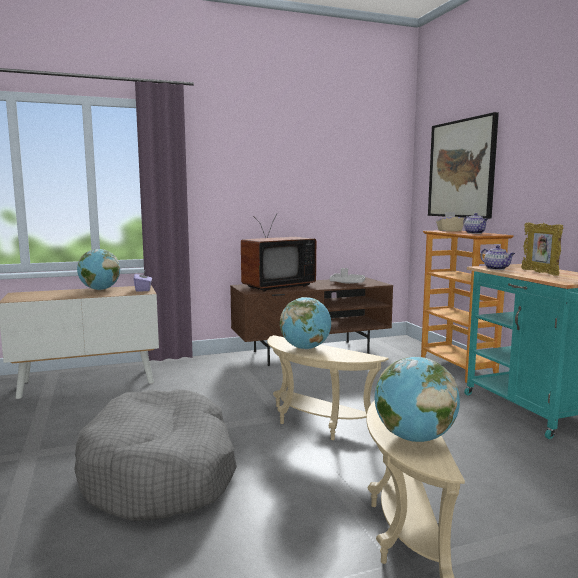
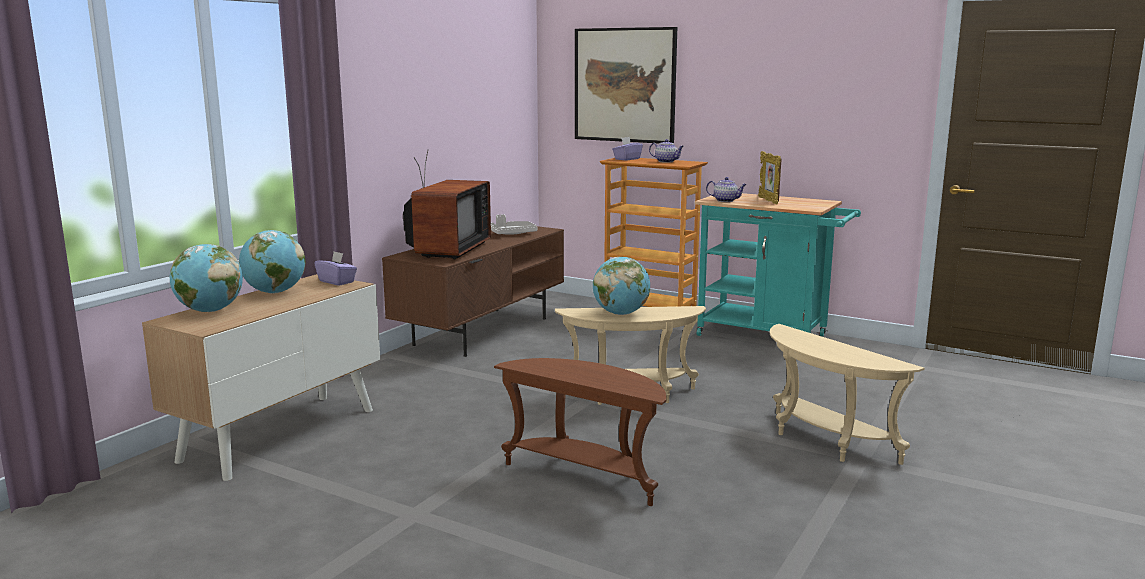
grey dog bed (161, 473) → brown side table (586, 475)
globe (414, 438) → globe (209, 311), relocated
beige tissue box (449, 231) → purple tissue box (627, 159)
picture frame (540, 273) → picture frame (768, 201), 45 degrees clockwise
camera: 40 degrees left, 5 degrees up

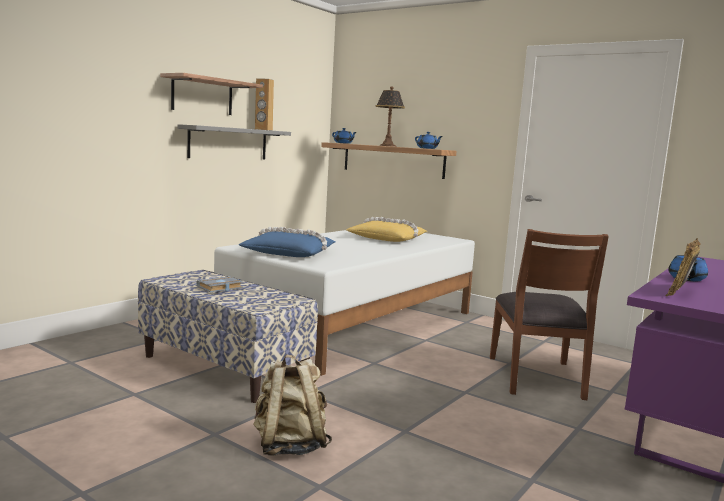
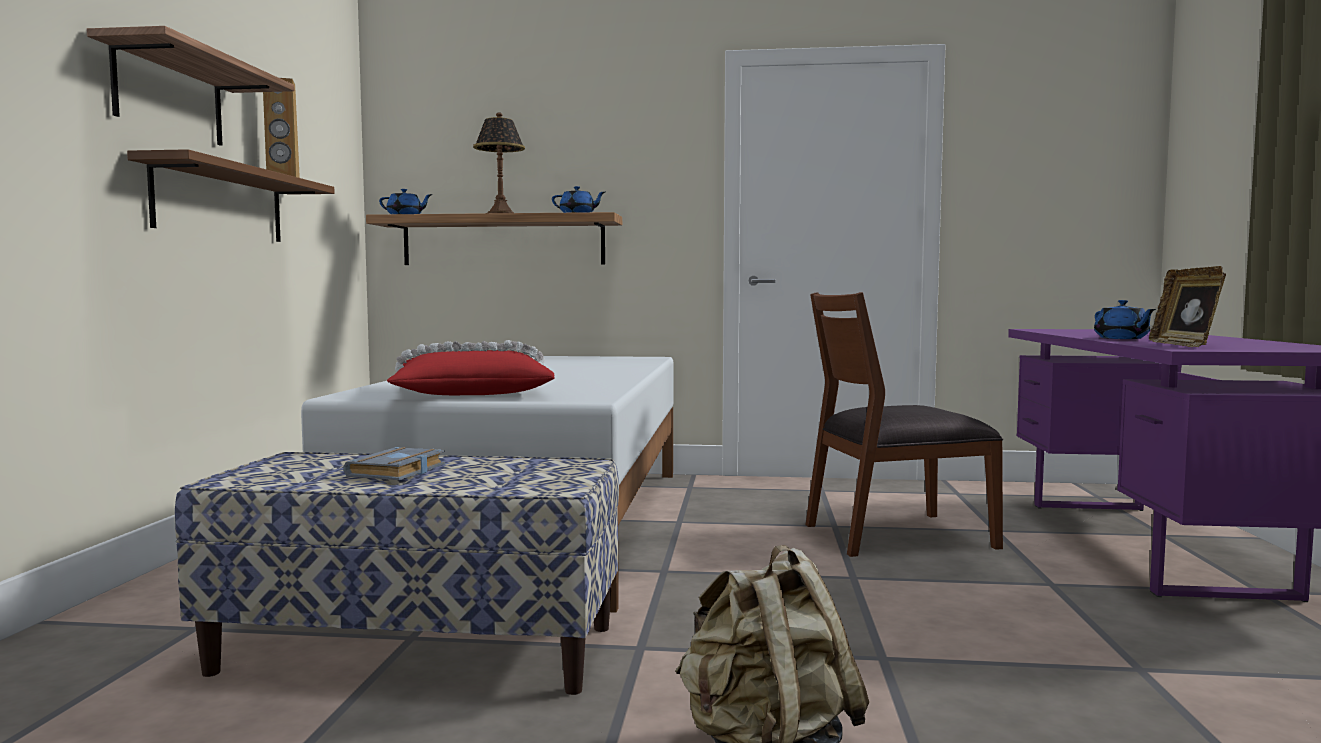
grey shelf (228, 143) → brown shelf (220, 203)
blue pillow (289, 253) → red pillow (471, 392)
yellow pillow (387, 238) → -
brown chair (537, 377) → brown chair (896, 535), 105 degrees clockwise
camera: 30 degrees left, 5 degrees down

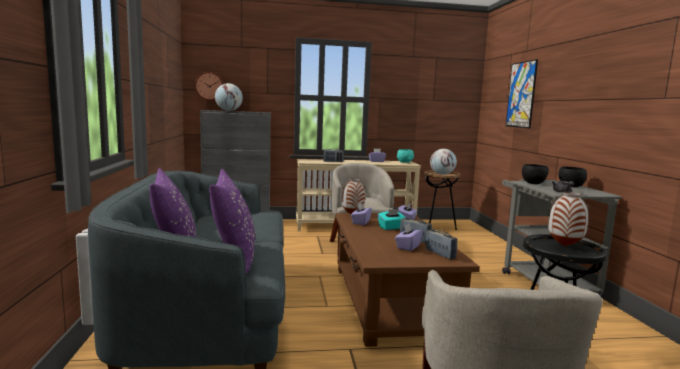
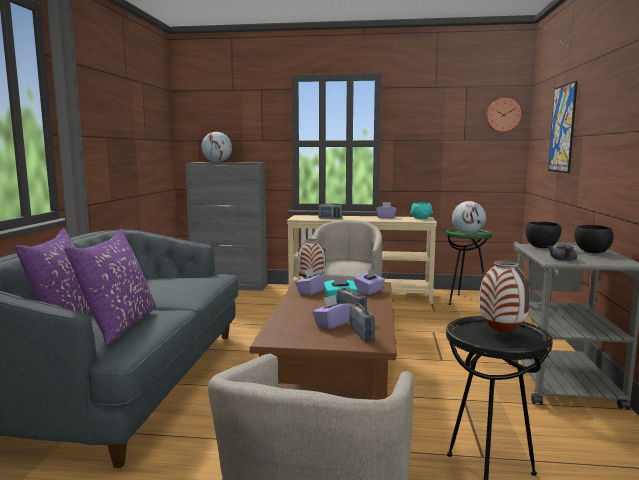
wall clock (209, 86) → wall clock (503, 115), relocated
brown side table (437, 227) → green side table (465, 301)
camera: 15 degrees right, 0 degrees up

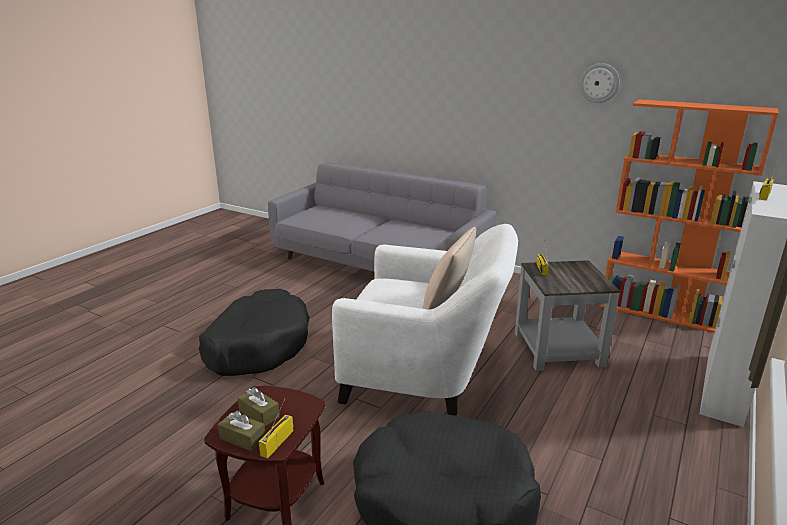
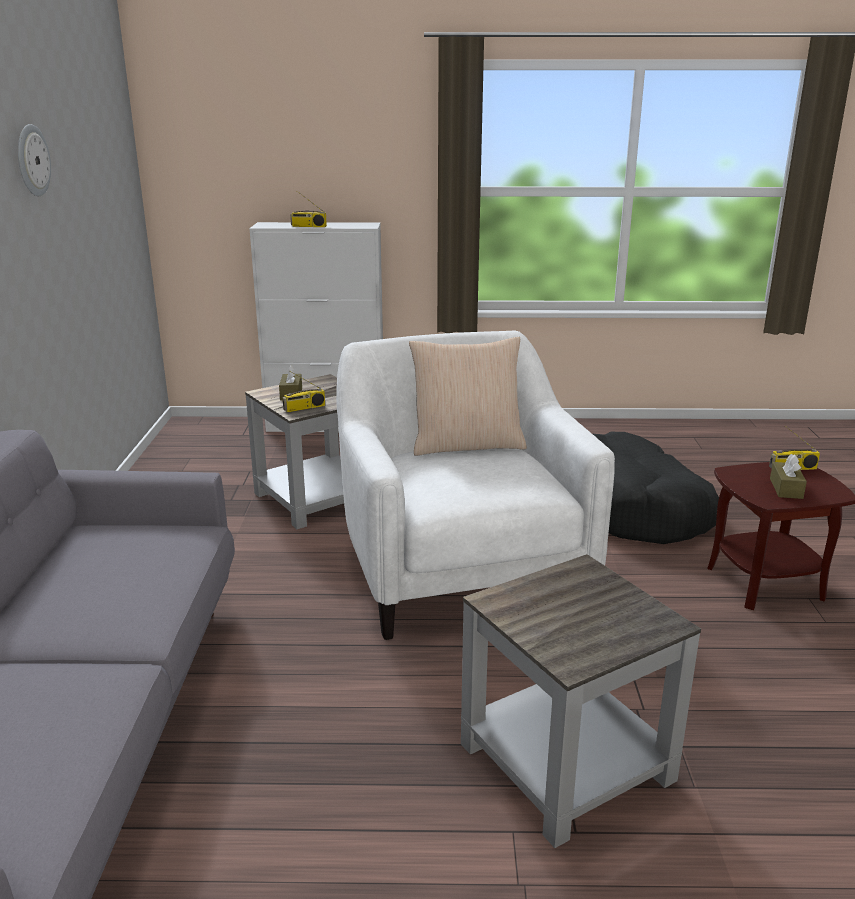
black dog bed (257, 345) → grey side table (566, 759)
brown tissue box (242, 438) → brown tissue box (291, 394), relocated
orange bookcase (660, 313) → -
camera: 120 degrees left, 0 degrees up

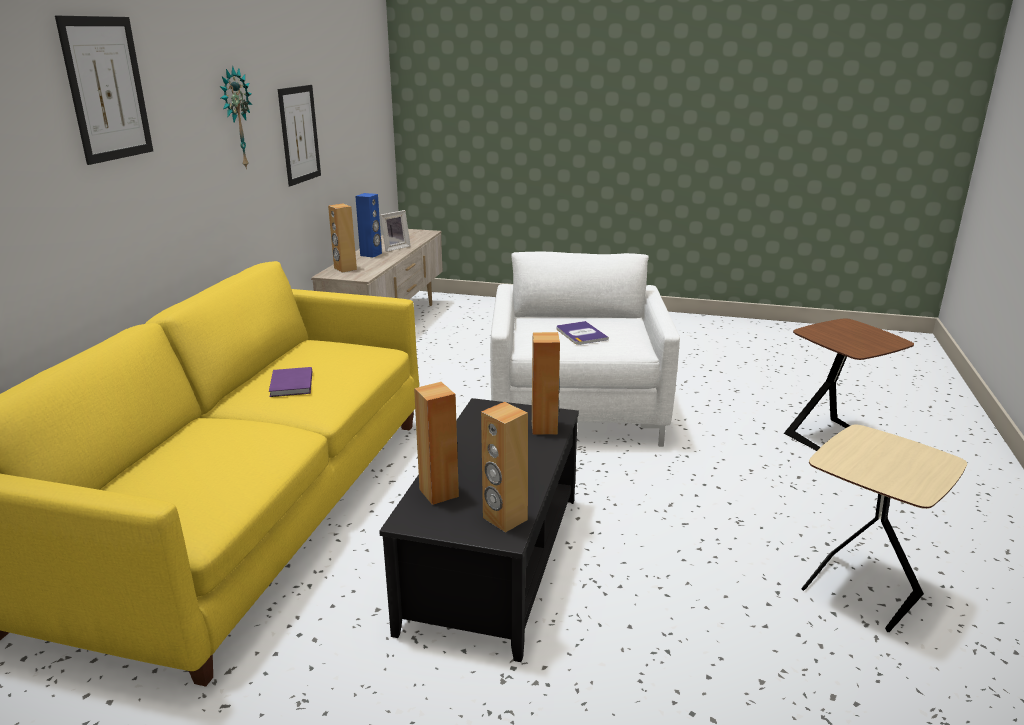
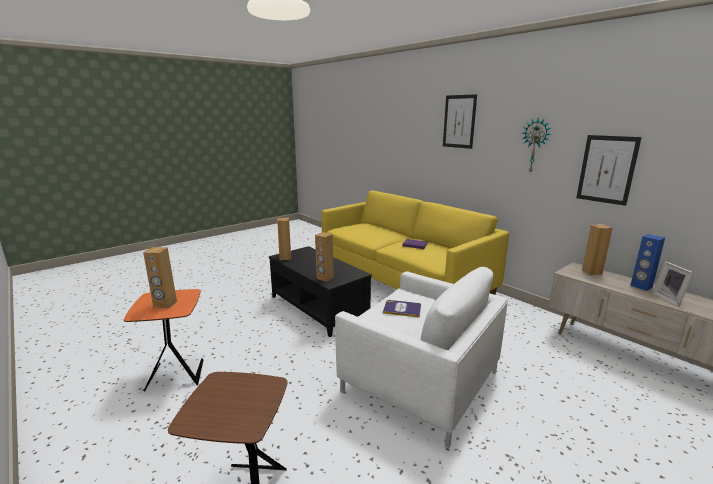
brown speaker (439, 492) → brown speaker (165, 304), relocated
beige side table (859, 593) → orange side table (176, 373)
camera: 125 degrees right, 5 degrees down

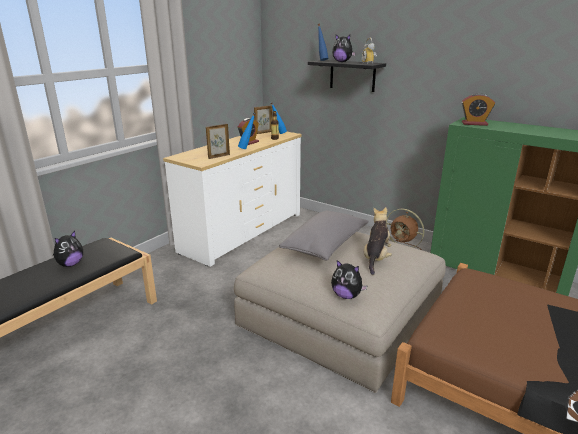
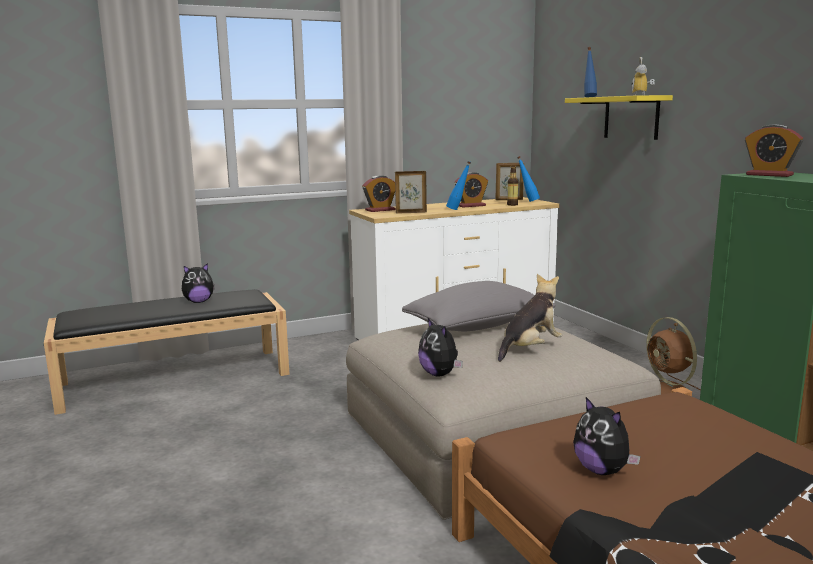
black shelf (352, 75) → yellow shelf (631, 117)
plush toy (342, 62) → plush toy (602, 470), relocated
- → alarm clock (380, 210)
camera: 30 degrees right, 10 degrees down

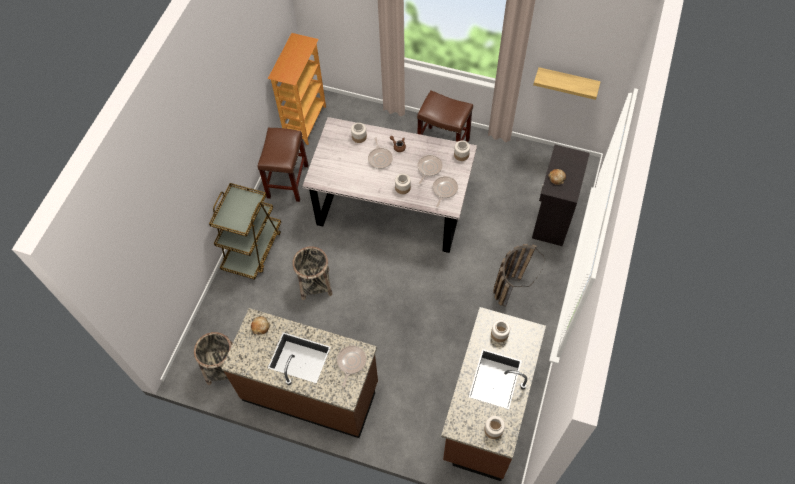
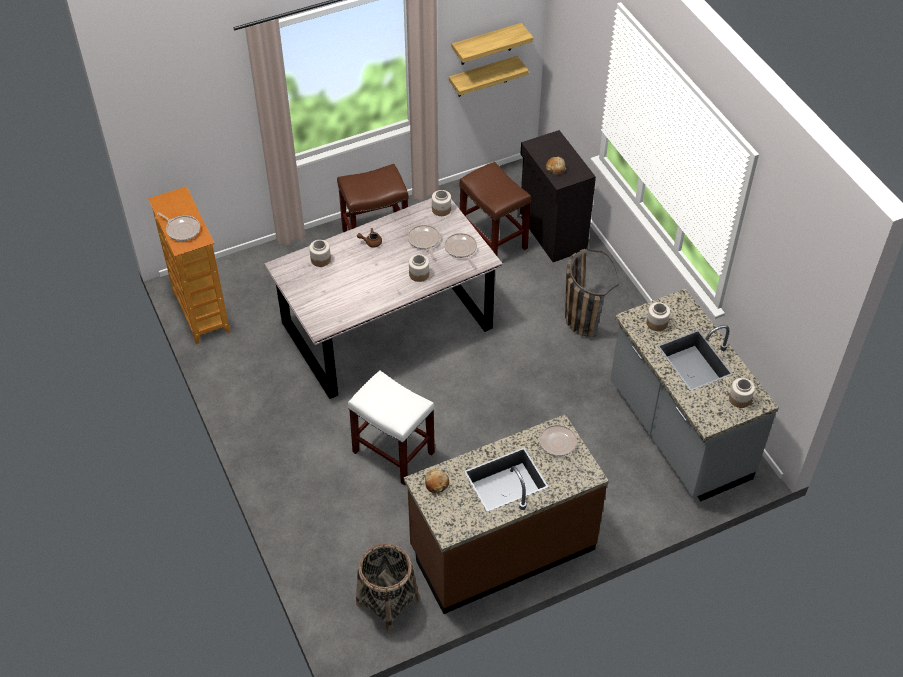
brown cart (253, 249) → -
brown stool (287, 181) → brown stool (492, 240), relocated
basket (315, 284) → white stool (392, 452)
frying pan (380, 158) → frying pan (182, 230), relocated
brown counter (486, 410) → grey counter (677, 433)
- → shelf (486, 45)
camera: 45 degrees left, 10 degrees down

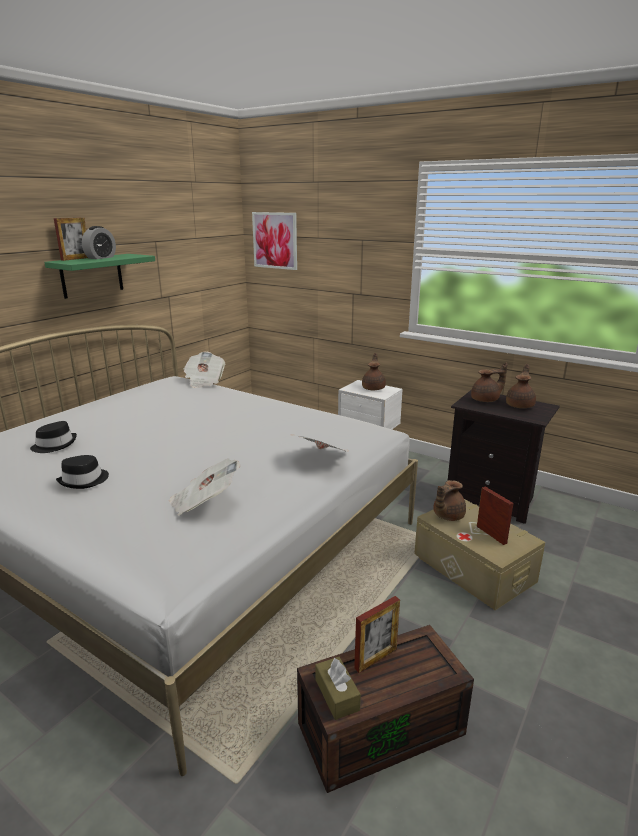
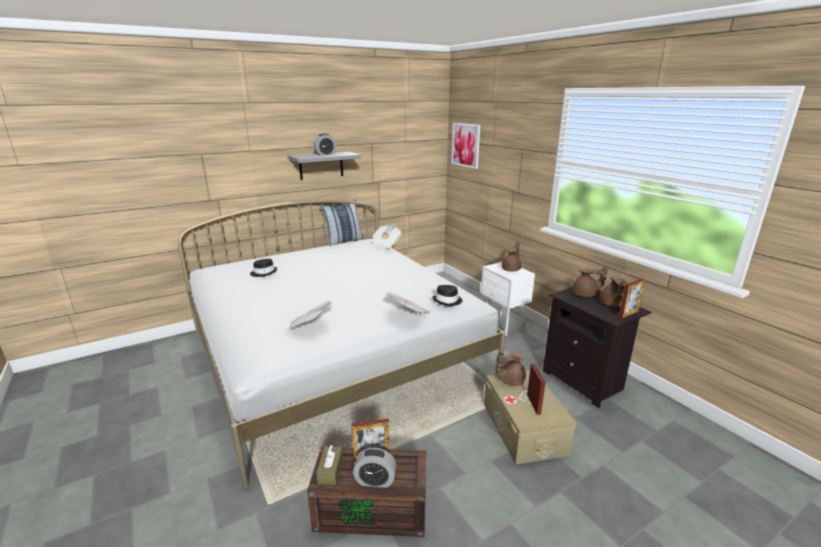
green shelf (92, 275) → grey shelf (321, 165)
picture frame (76, 259) → picture frame (628, 314), relocated
black hat (84, 480) → black hat (448, 301), relocated
brown teapot (520, 405) → brown teapot (612, 304), 135 degrees clockwise
- → pillow (344, 241)
- → alarm clock (375, 480)
camera: 25 degrees right, 0 degrees up

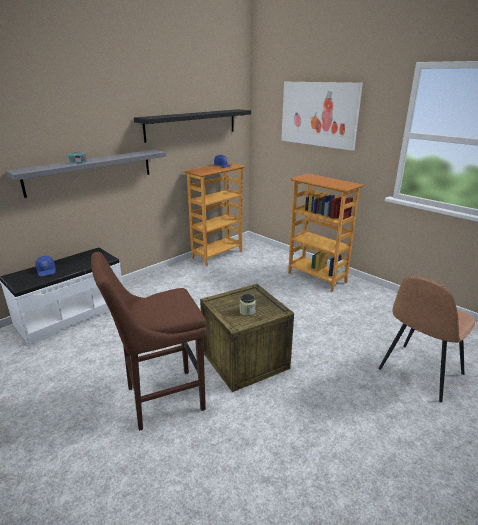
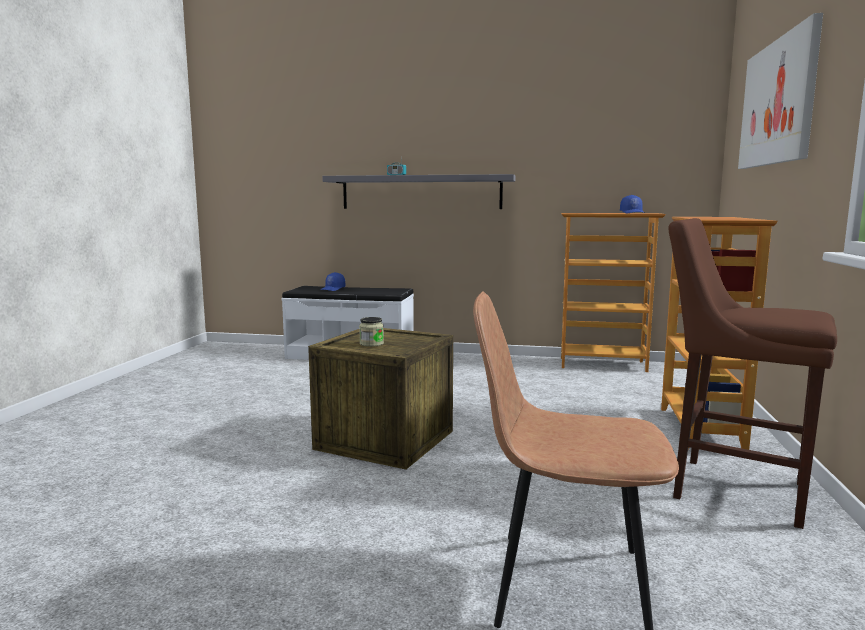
brown stool (160, 399) → brown stool (731, 488), relocated
black shelf (192, 124) → -
camera: 55 degrees right, 15 degrees down

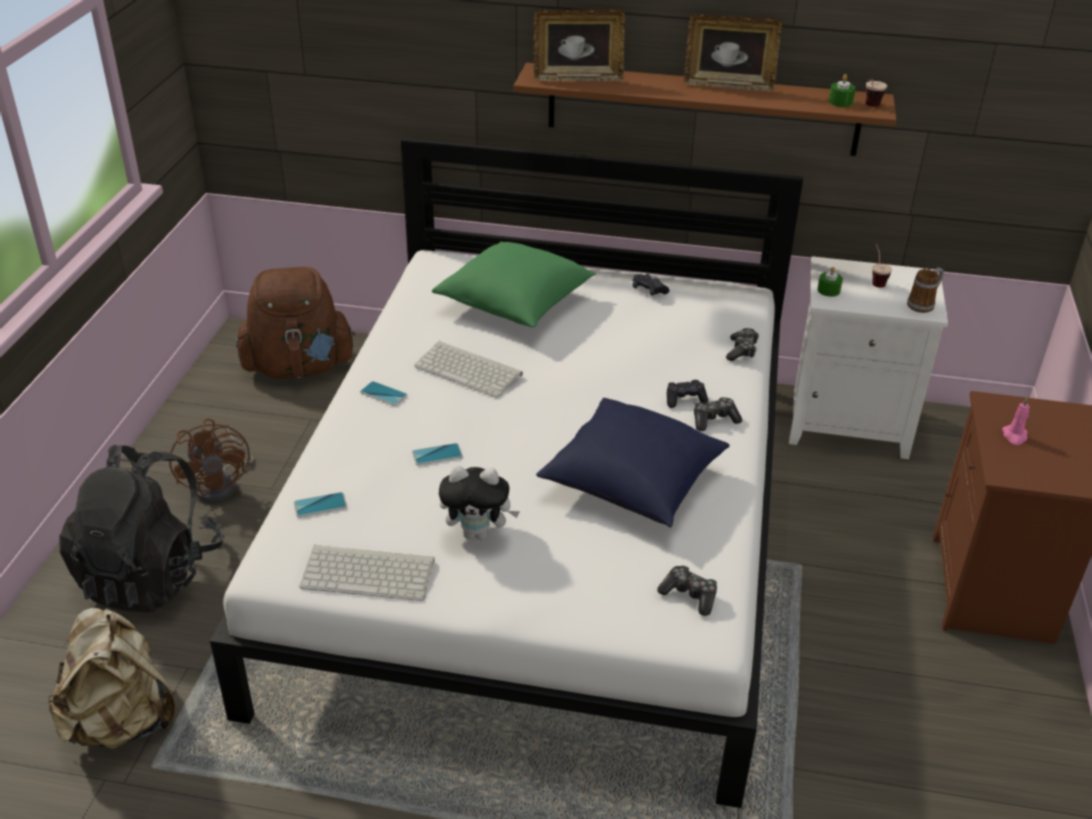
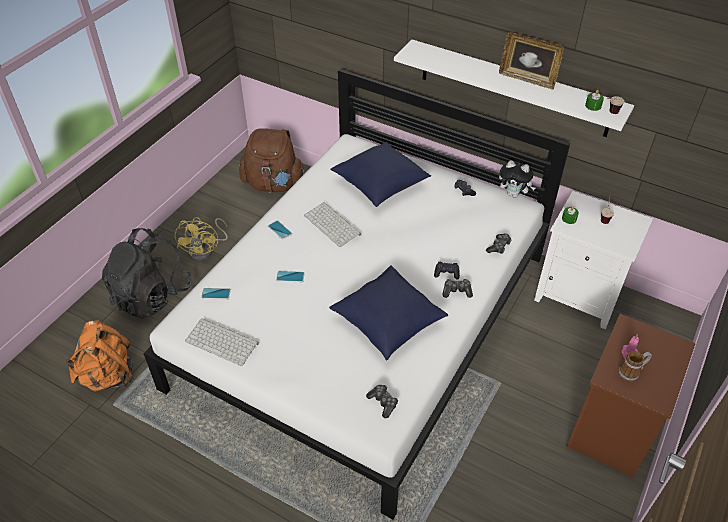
beige backpack (121, 722) → orange backpack (108, 375)
brown fan (222, 484) → yellow fan (206, 250)
green pillow (515, 305) → blue pillow (380, 185)
plush toy (478, 533) → plush toy (514, 194), relocated
brown shelf (702, 109) → white shelf (513, 88)
picture frame (577, 78) → -
mug (923, 304) → mug (632, 372), relocated
camera: 20 degrees right, 10 degrees up

